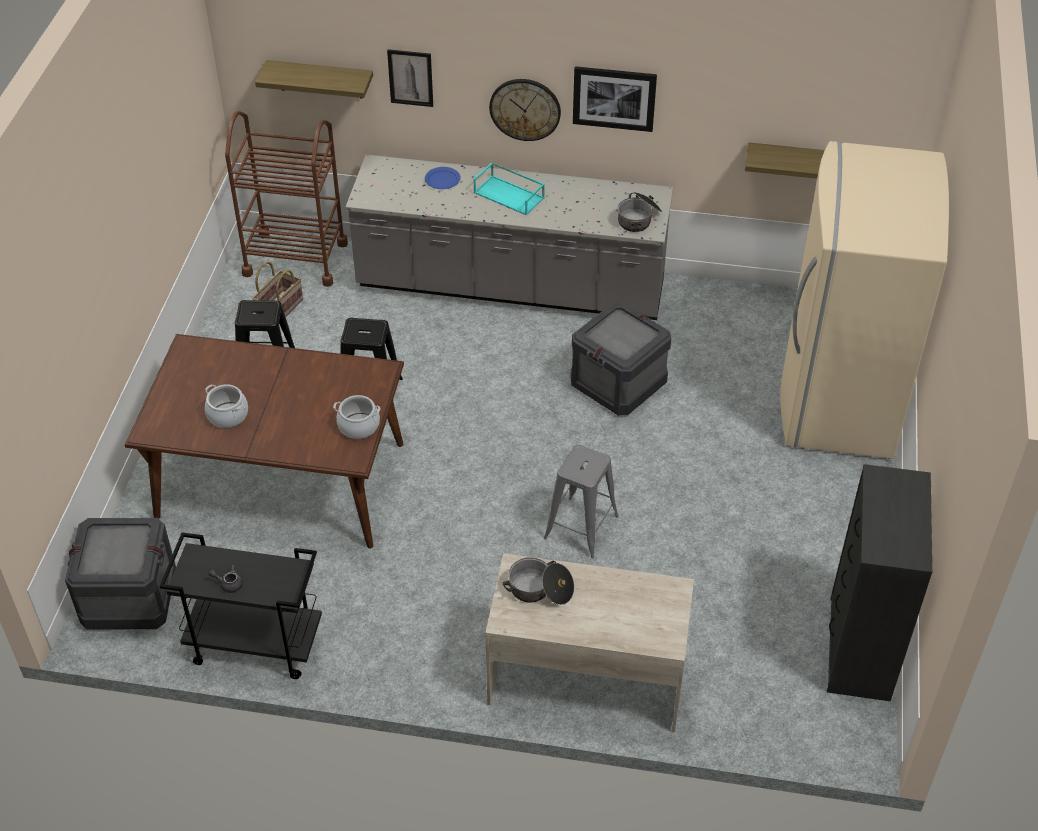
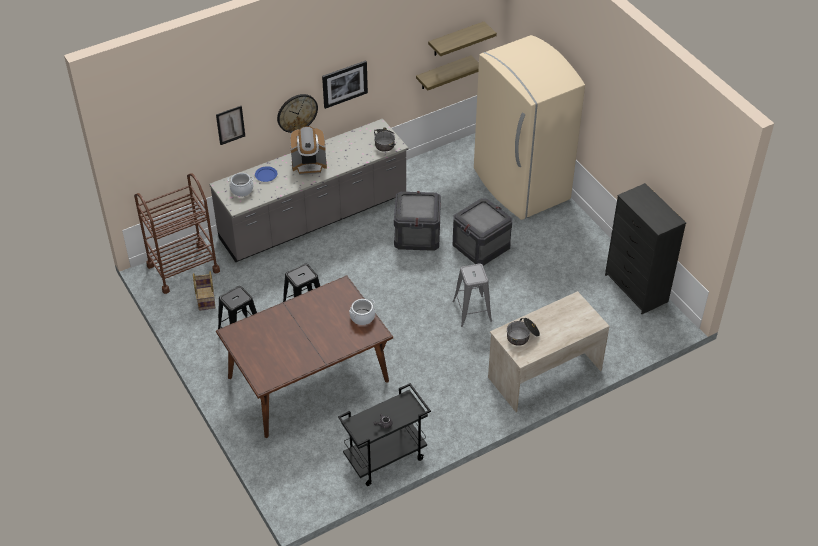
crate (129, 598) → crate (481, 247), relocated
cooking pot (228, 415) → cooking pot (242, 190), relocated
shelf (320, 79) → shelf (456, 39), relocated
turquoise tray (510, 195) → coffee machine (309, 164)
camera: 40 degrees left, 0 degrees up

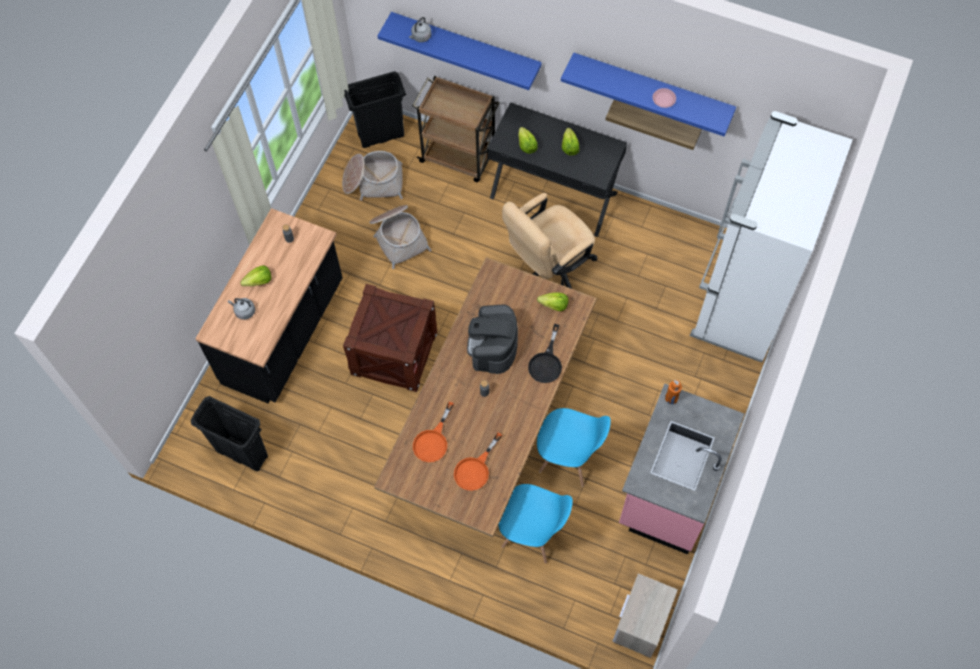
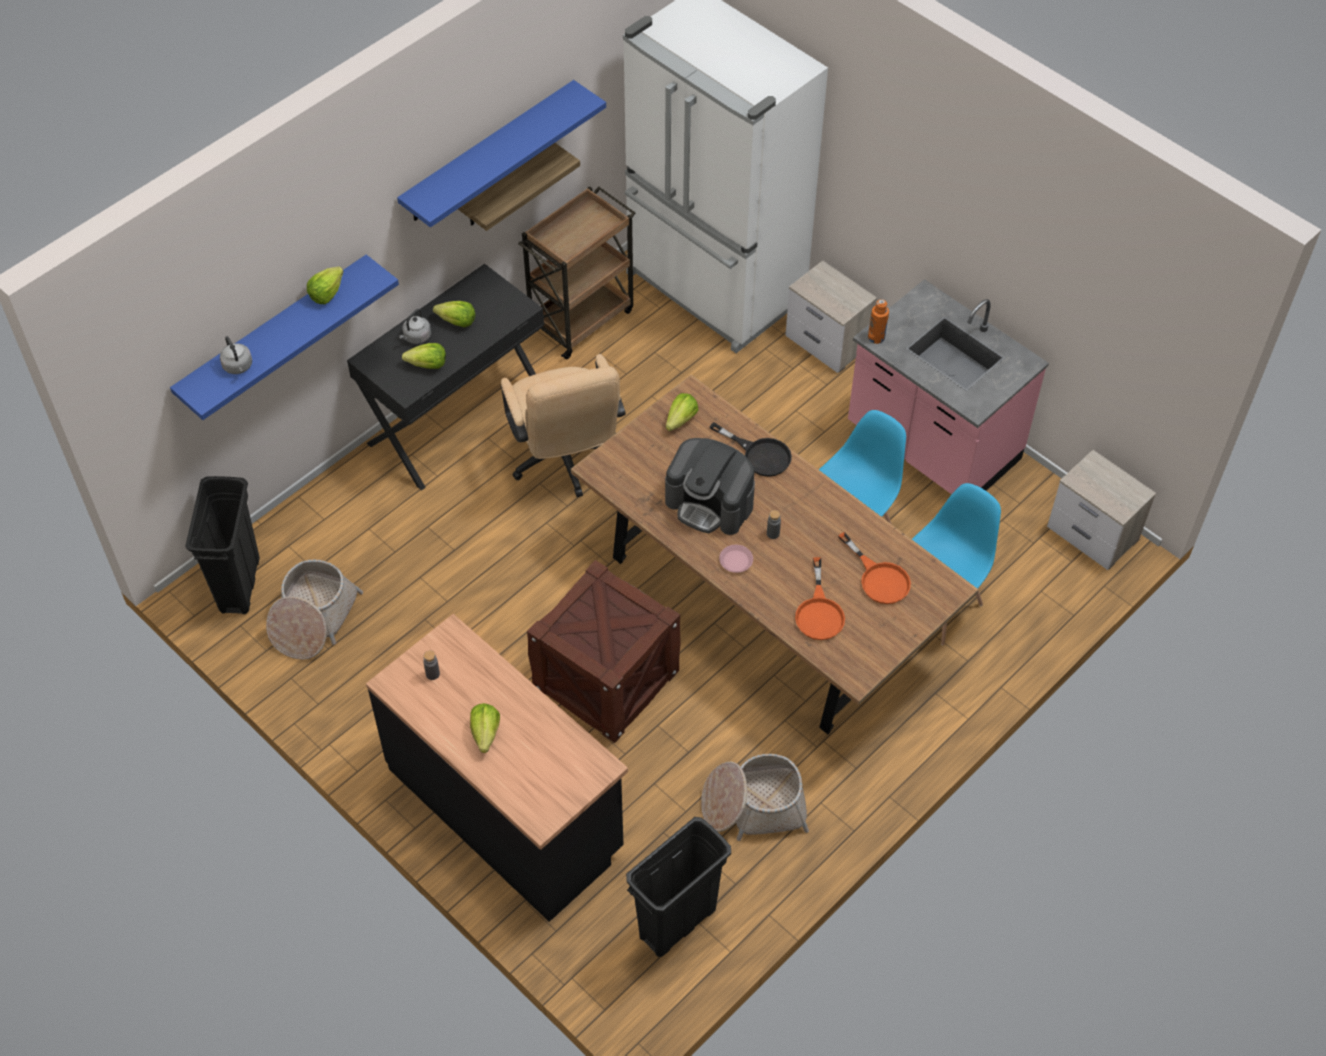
grey kettle (244, 311) → grey kettle (416, 337), relocated
basket (398, 237) → basket (753, 805), relocated
brown cart (459, 157) → brown cart (581, 318), relocated
orange frying pan (433, 441) → orange frying pan (819, 612), 45 degrees clockwise
pink plate (664, 99) → pink plate (736, 561), relocated
- → lettuce (326, 293)
- → nightstand (828, 343)
camera: 70 degrees left, 10 degrees down

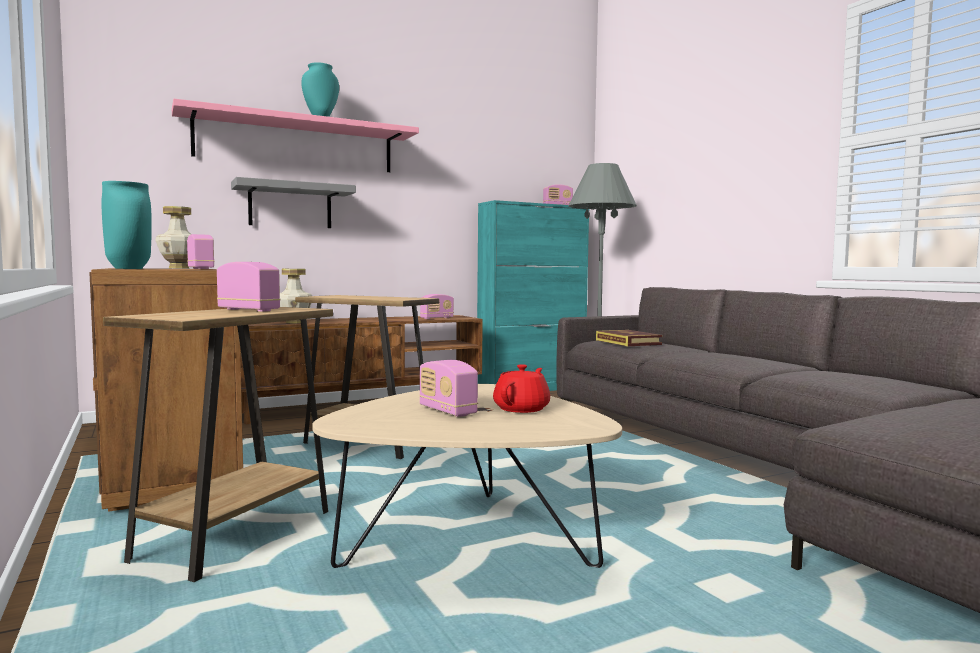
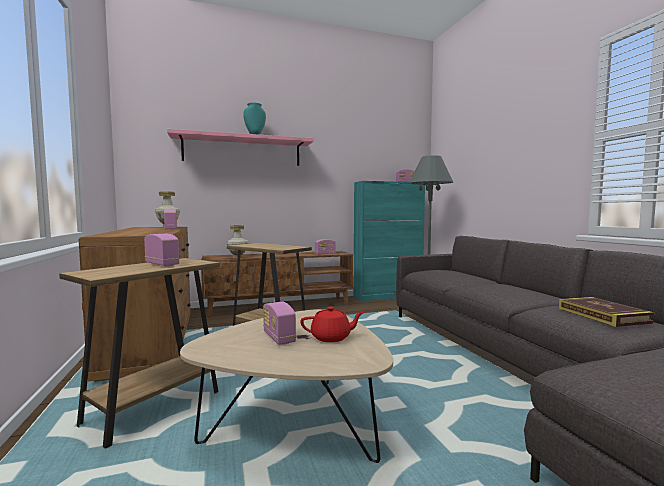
turquoise vase (127, 268) → -
grey shelf (290, 206) → -
red teapot (522, 409) → red teapot (331, 337), 45 degrees clockwise
book (628, 342) → book (602, 315), relocated
camera: 10 degrees right, 0 degrees up

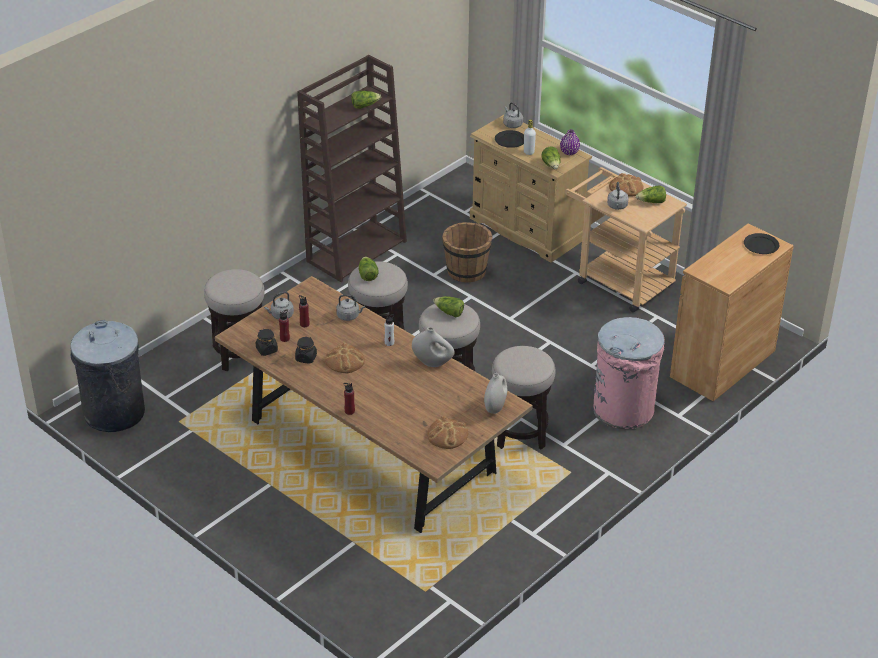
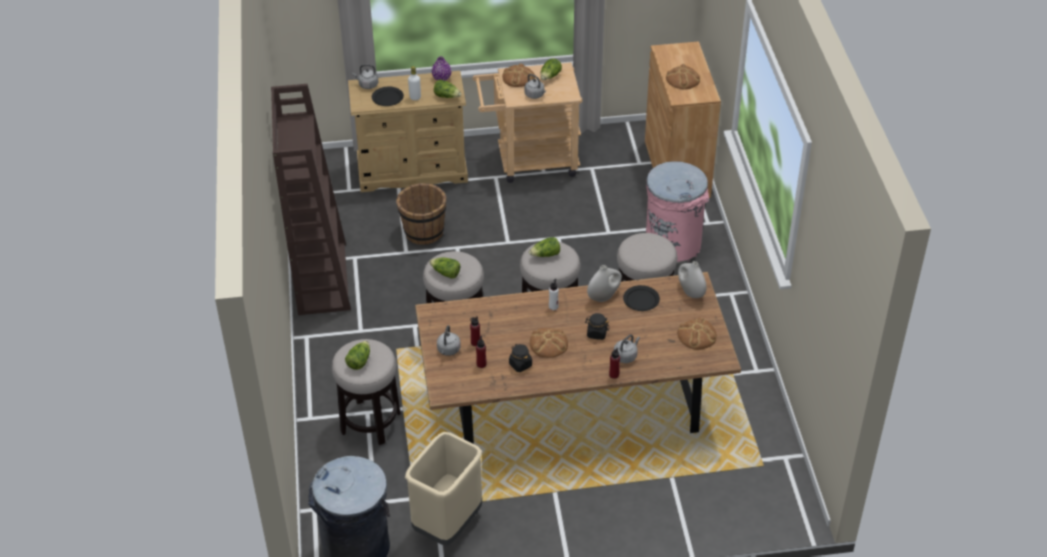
black jar (266, 350) → black jar (596, 333), relocated
grey kettle (349, 316) → grey kettle (626, 356), relocated
lettuce (364, 105) → lettuce (359, 361), relocated
black plate (761, 245) → black plate (641, 299), relocated
- → beige trash can (448, 524)
- → bread (683, 79)
camera: 50 degrees left, 5 degrees up

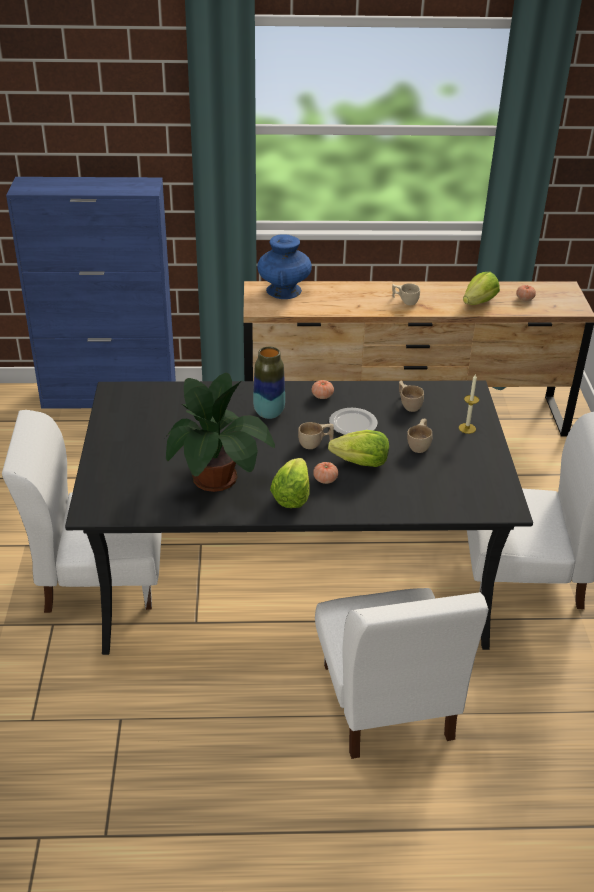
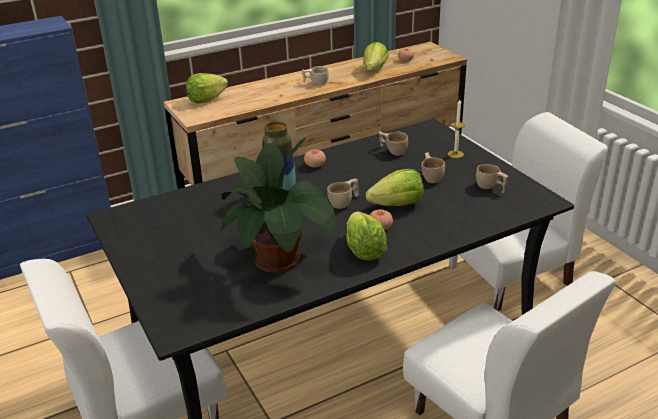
blue vase (284, 290) → lettuce (206, 99)
plate (353, 423) → -
- → beige cup (490, 188)
camera: 25 degrees left, 5 degrees down

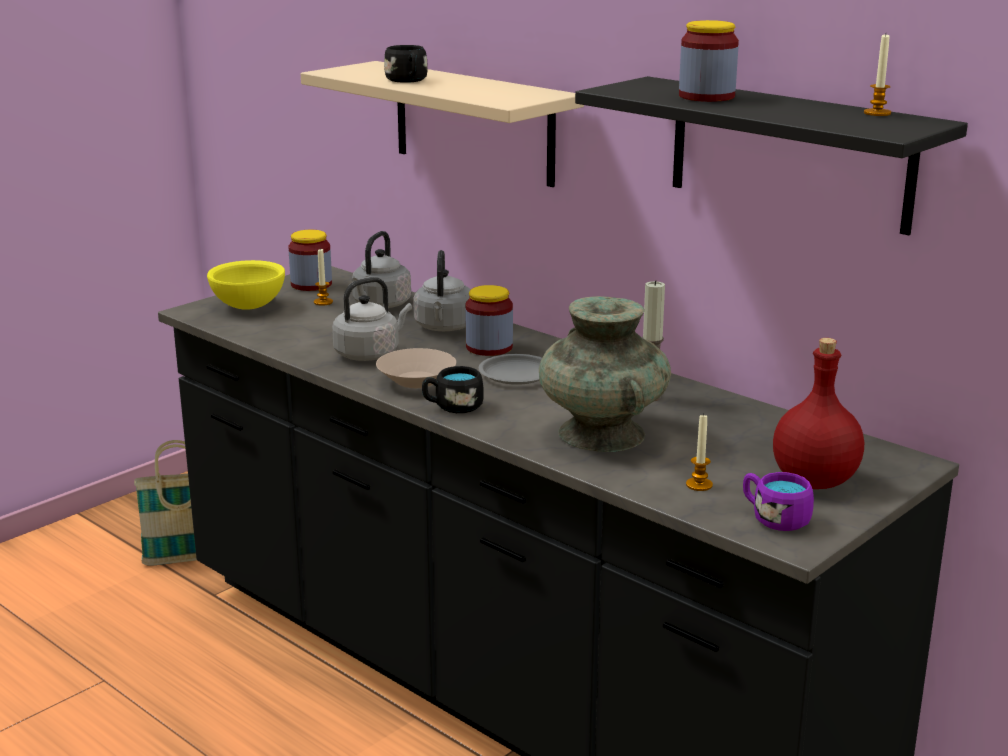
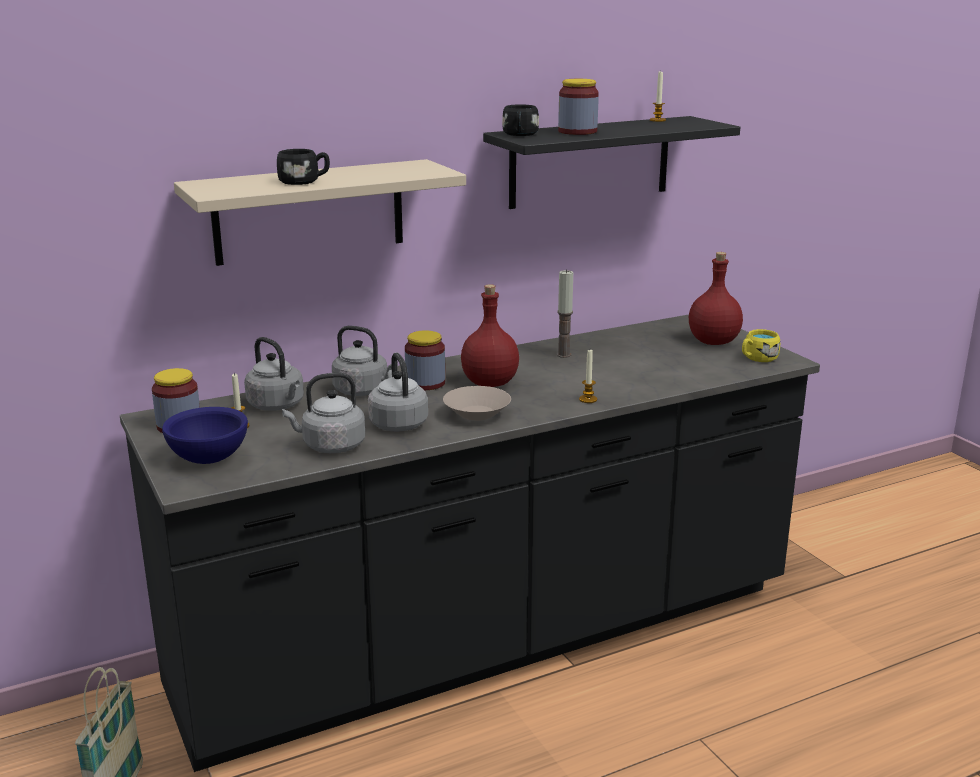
yellow bowl (248, 307) → blue bowl (209, 459)
black mug (452, 407) → black mug (520, 134), relocated
grey plate (517, 374) → red bottle (490, 383)
turquoise vase (601, 433) → -
candle (699, 485) → candle (588, 399), relocated
purple mug (774, 518) → yellow mug (757, 358)
- → grey kettle (330, 446)
camera: 70 degrees left, 0 degrees up

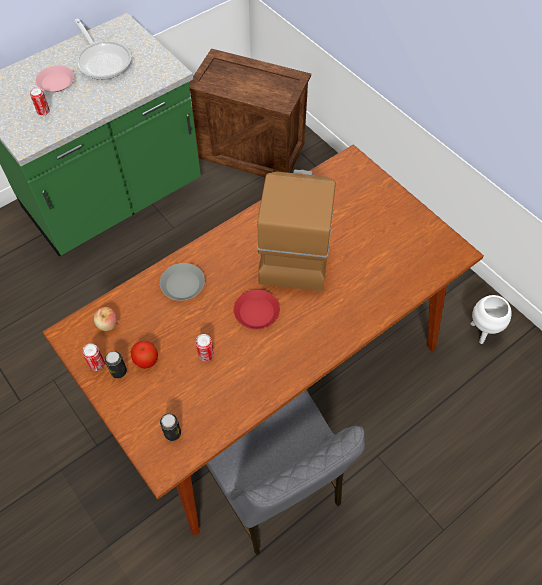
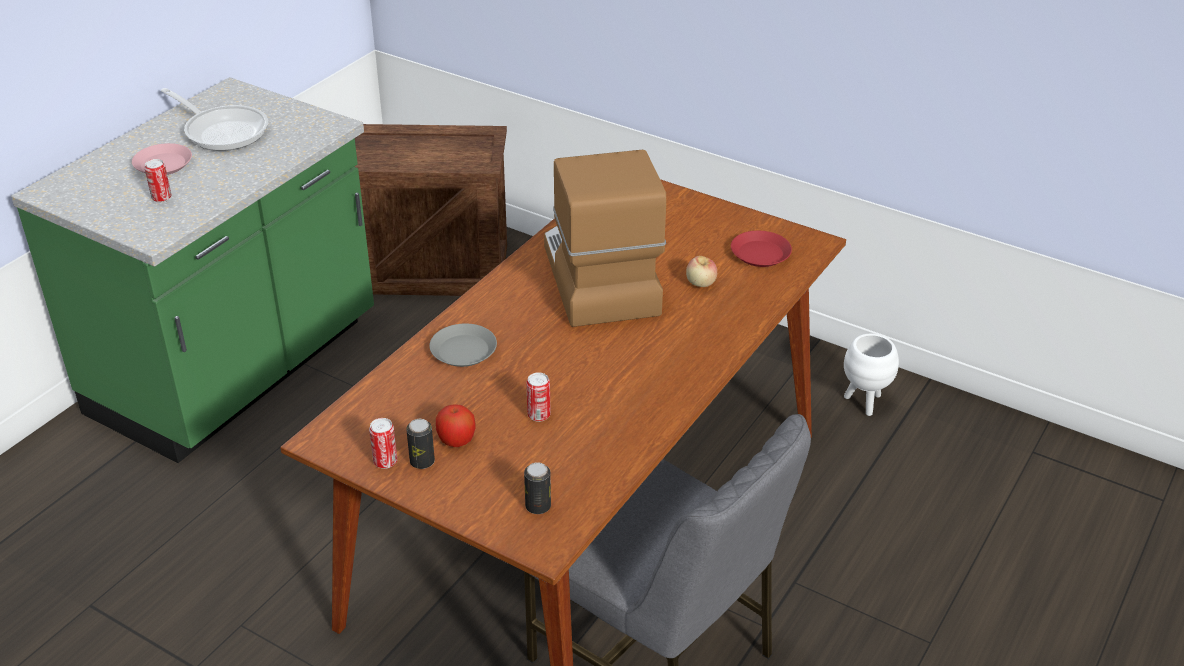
apple (107, 324) → apple (700, 283), relocated
red plate (257, 312) → red plate (760, 254), relocated
camera: 20 degrees left, 20 degrees down

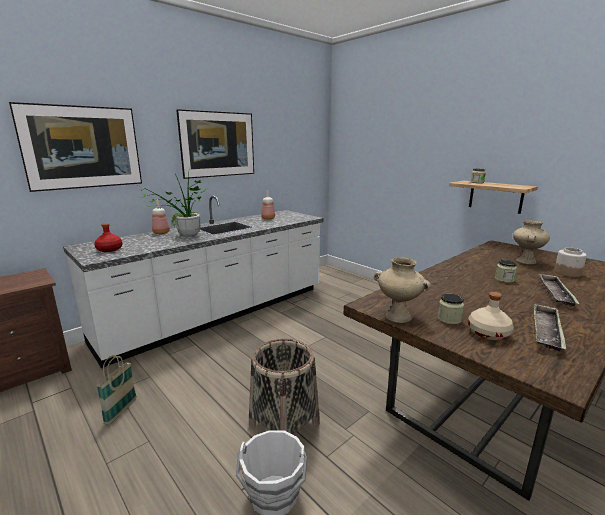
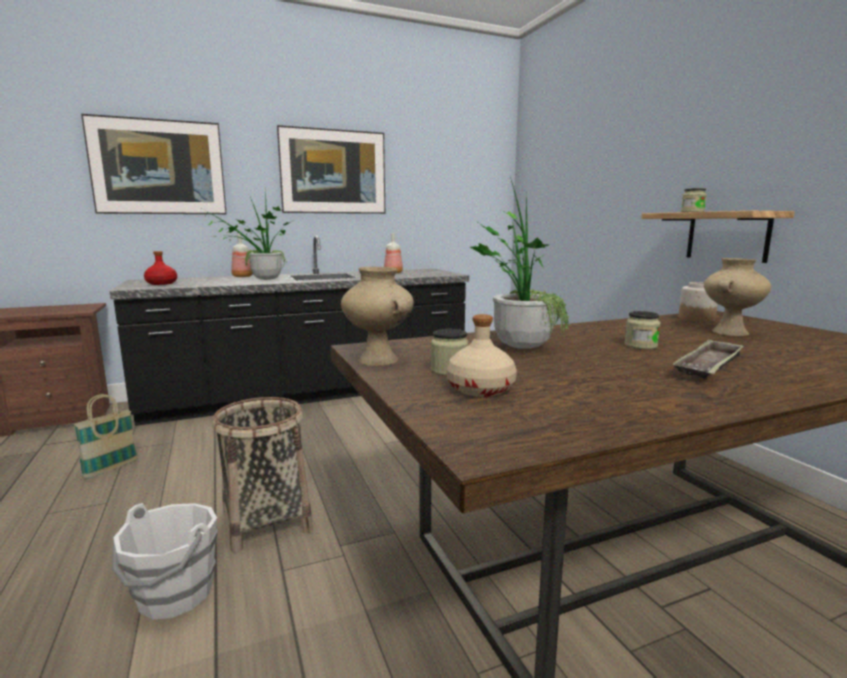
white counter (219, 314) → black counter (311, 394)
tray (546, 330) → -
jar (567, 273) → jar (697, 318), relocated
- → potted plant (517, 344)
camera: 20 degrees right, 5 degrees down

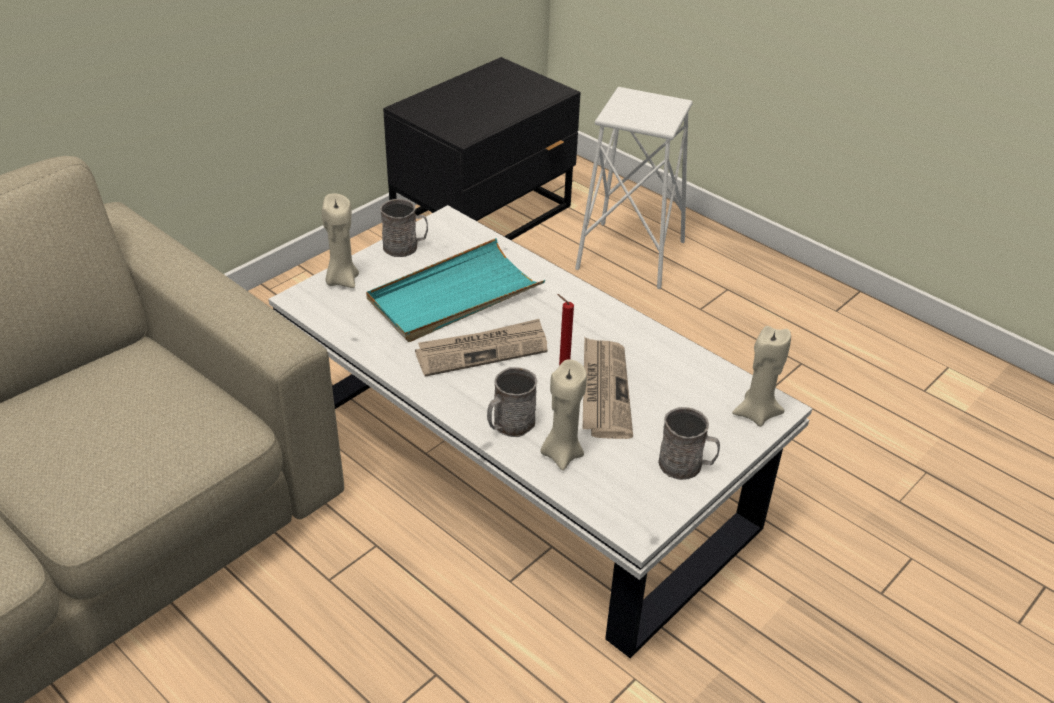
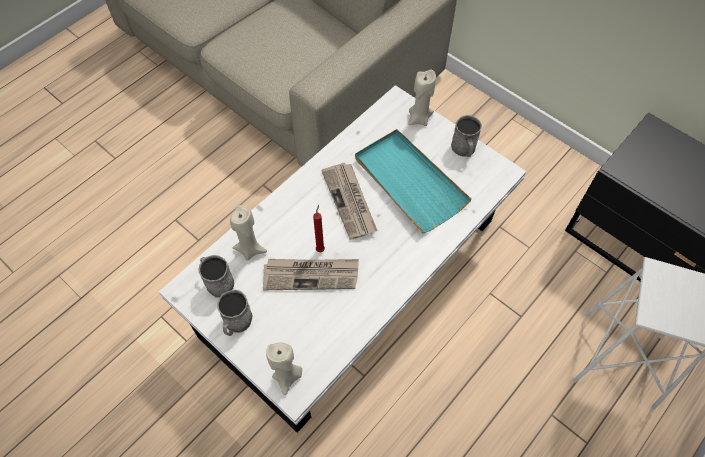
grey mug (509, 425) → grey mug (217, 282), relocated
camera: 90 degrees right, 20 degrees up

